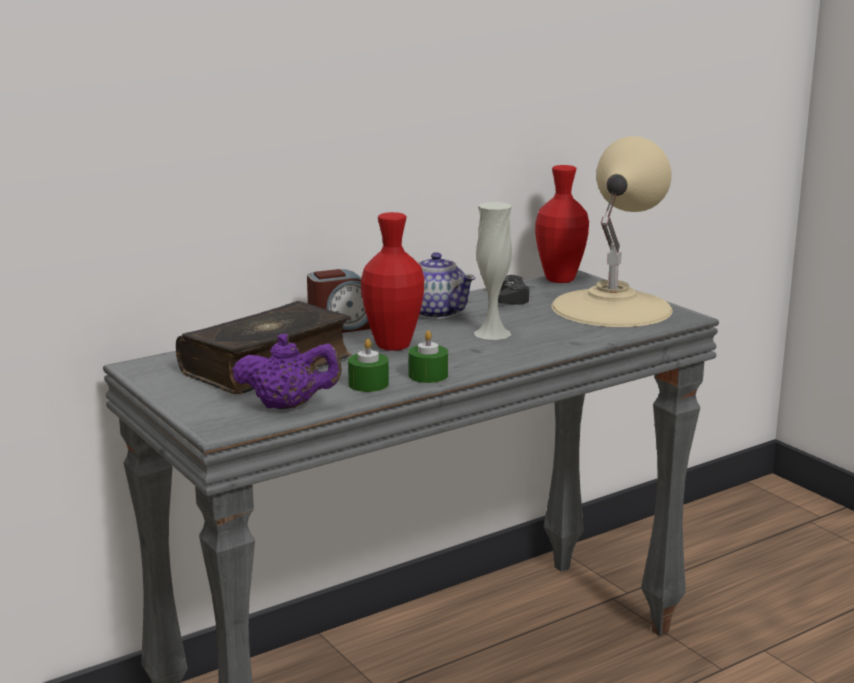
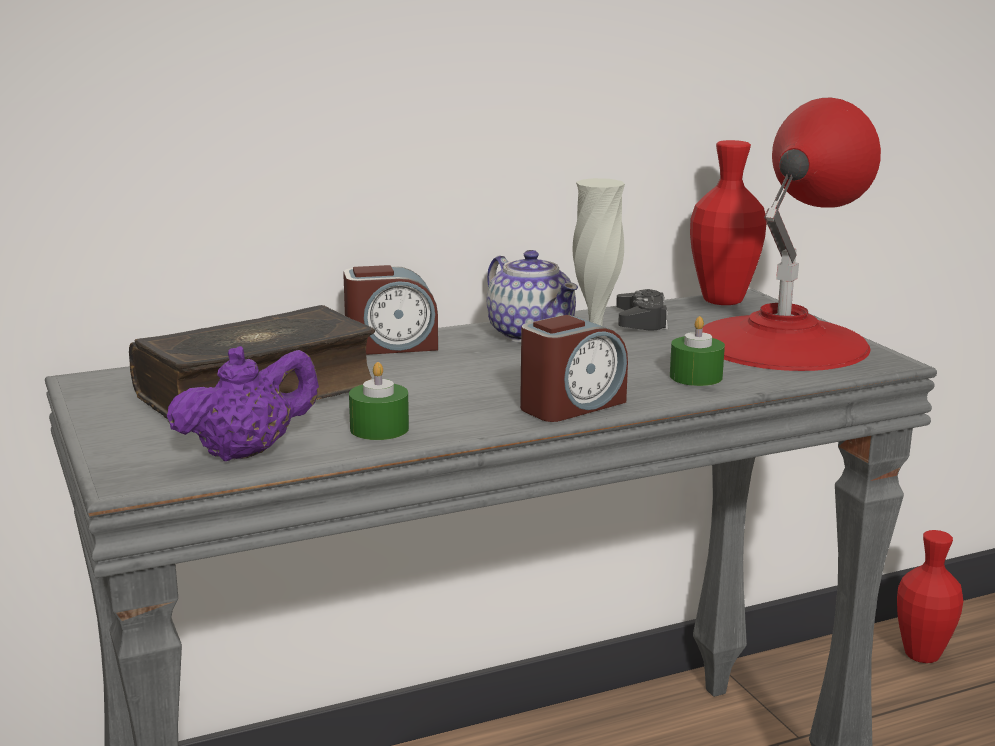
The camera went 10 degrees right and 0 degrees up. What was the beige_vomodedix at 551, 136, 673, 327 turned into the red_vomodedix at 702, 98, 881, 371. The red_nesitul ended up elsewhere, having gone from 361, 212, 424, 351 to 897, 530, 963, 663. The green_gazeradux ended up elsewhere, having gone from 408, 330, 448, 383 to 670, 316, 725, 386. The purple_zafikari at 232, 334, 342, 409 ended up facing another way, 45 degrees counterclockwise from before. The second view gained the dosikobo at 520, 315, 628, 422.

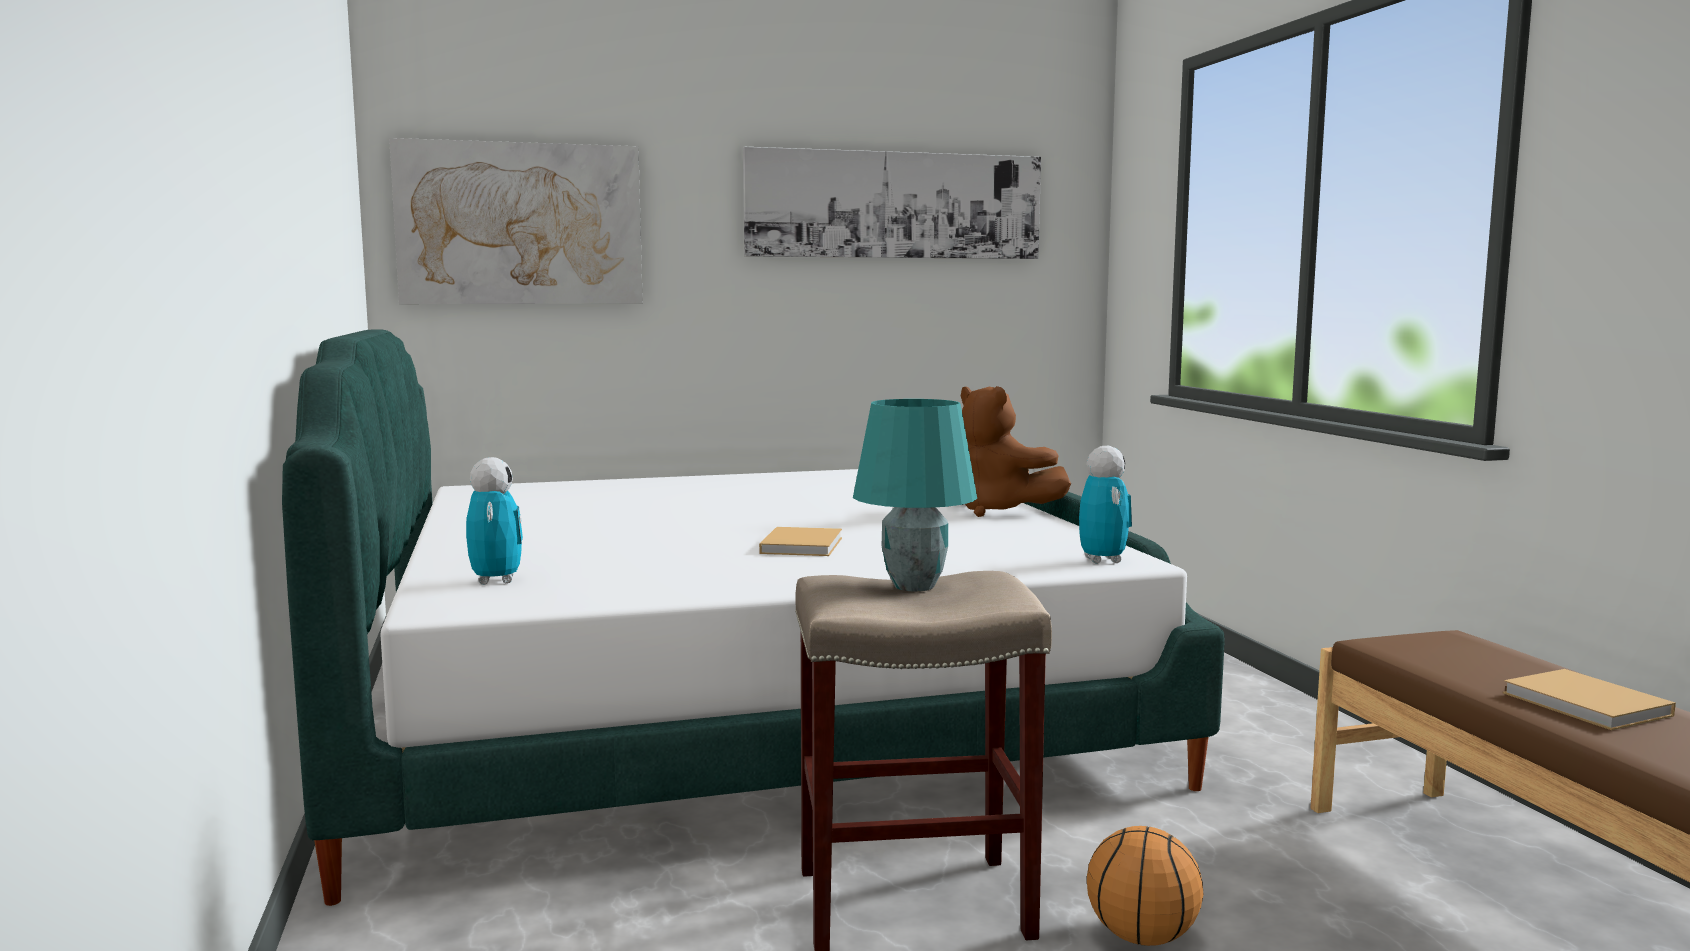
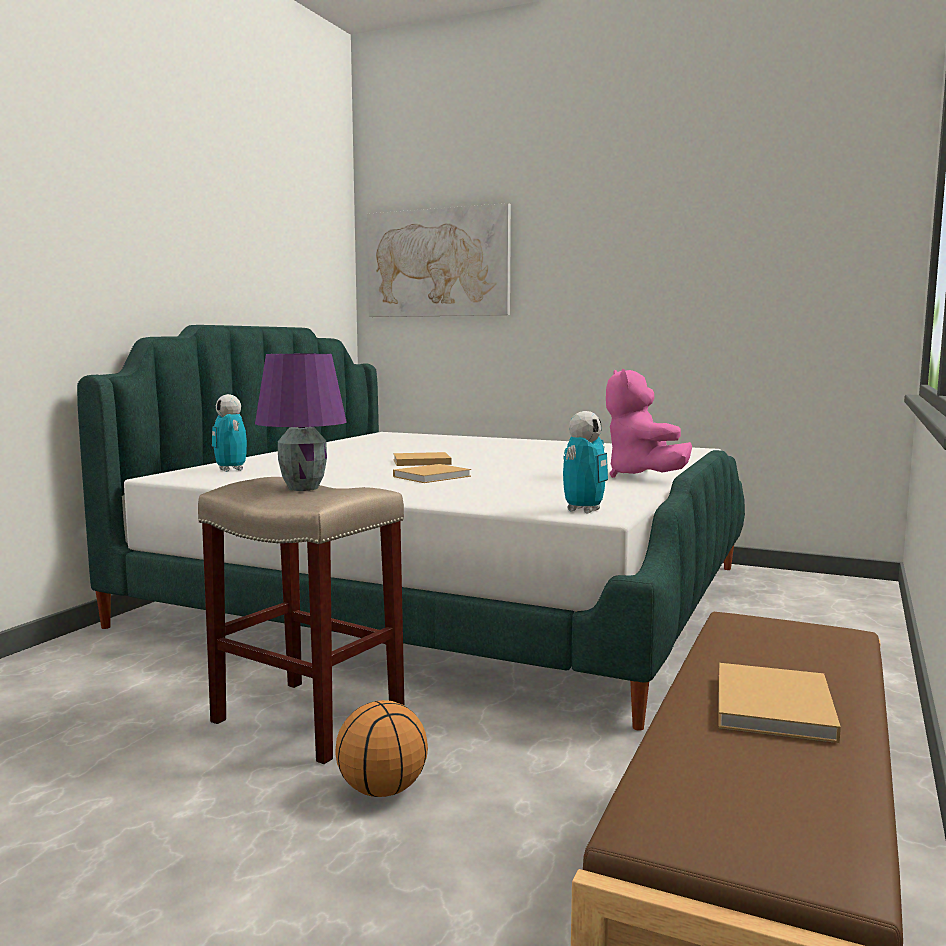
The camera went 40 degrees right and 0 degrees up. The second view lost the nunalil at 743, 147, 1041, 259. What was the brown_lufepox at 961, 386, 1071, 517 turned into the pink_lufepox at 606, 369, 692, 478. What was the turquoise_vomodedix at 853, 399, 977, 592 turned into the purple_vomodedix at 255, 354, 347, 491. The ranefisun at 466, 457, 523, 585 ended up facing another way, 120 degrees clockwise from before. The second view gained the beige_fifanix at 393, 452, 452, 466.

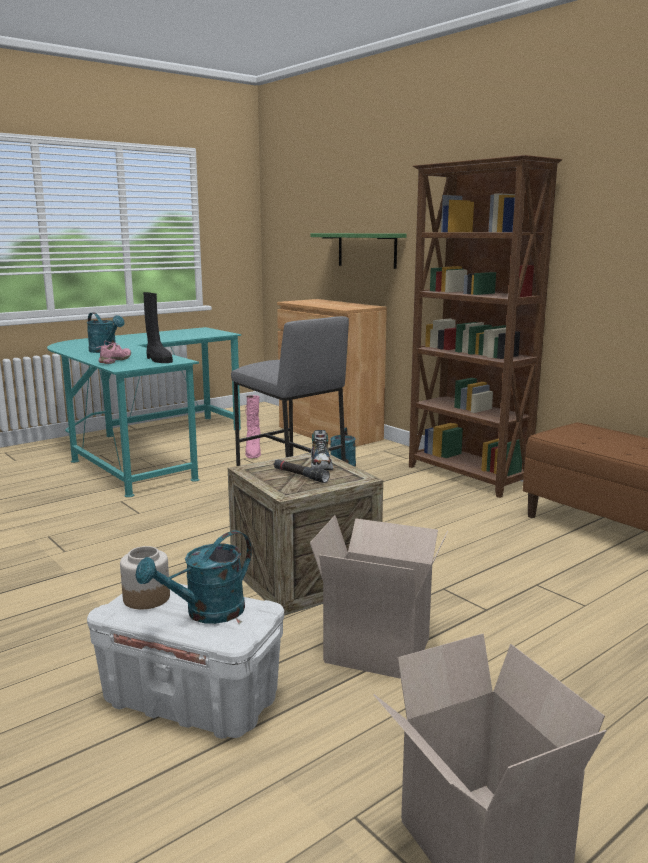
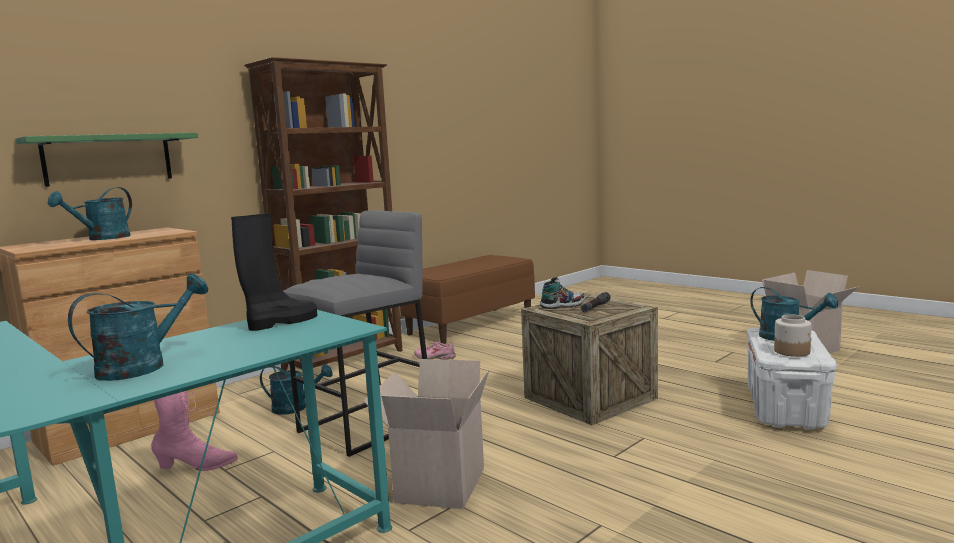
The camera went 95 degrees left and 5 degrees down. The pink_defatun ended up elsewhere, having gone from 99, 341, 131, 364 to 414, 341, 456, 360. The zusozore ended up elsewhere, having gone from 310, 515, 448, 679 to 363, 359, 490, 509. The second view gained the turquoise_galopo at 48, 187, 132, 240.

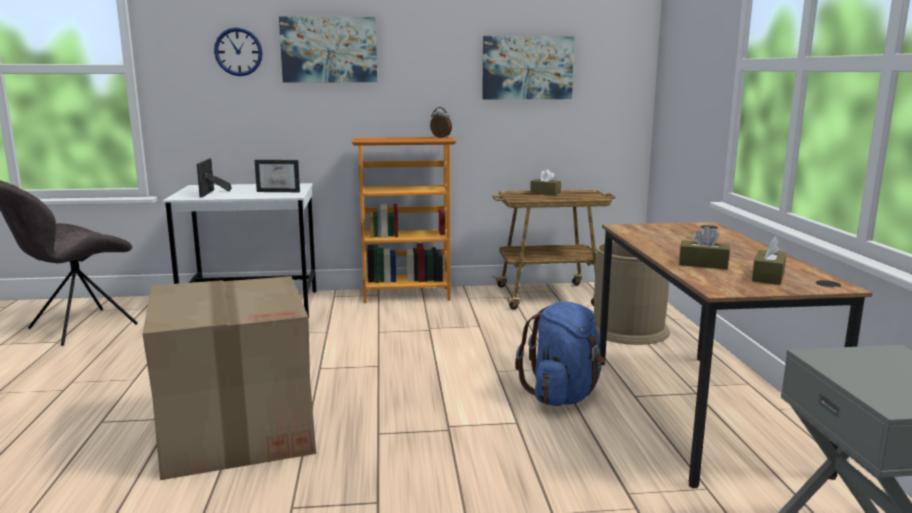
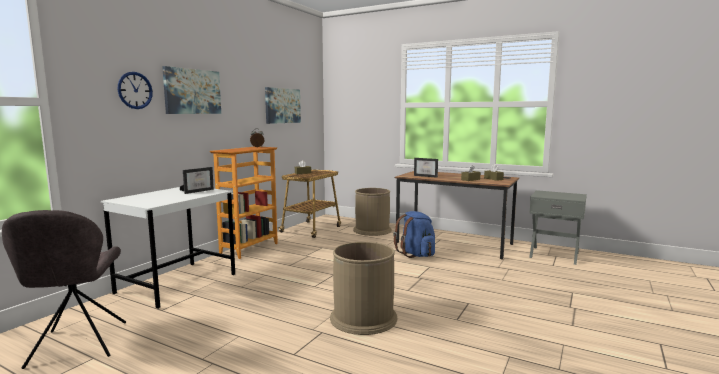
The camera went 55 degrees left and 5 degrees down. The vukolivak ended up elsewhere, having gone from 197, 159, 232, 198 to 414, 158, 438, 178. Where the zusozore stood at 143, 276, 316, 480, the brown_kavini came to stand at 330, 242, 398, 335.

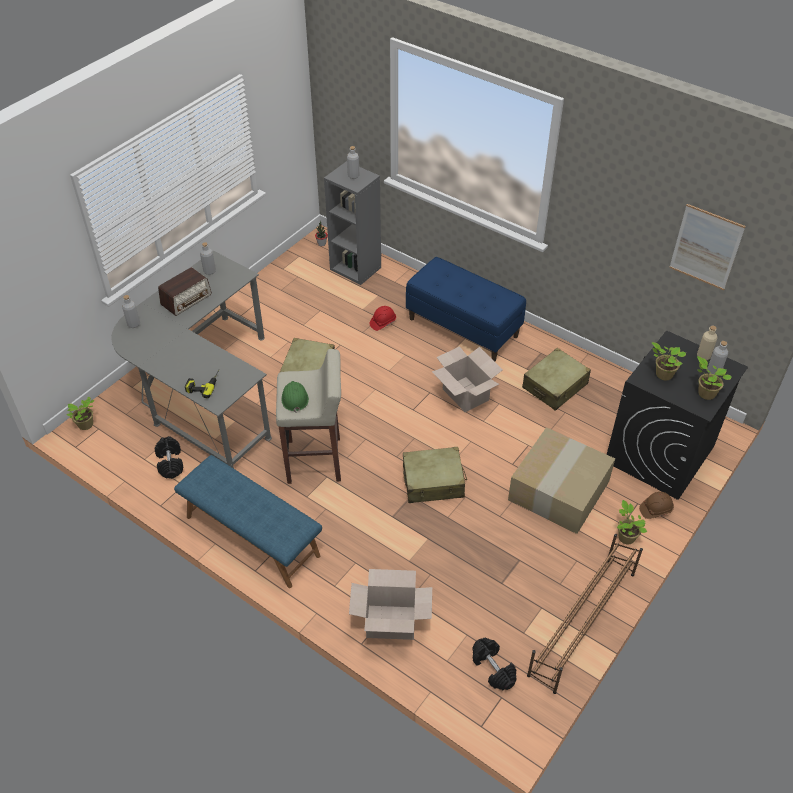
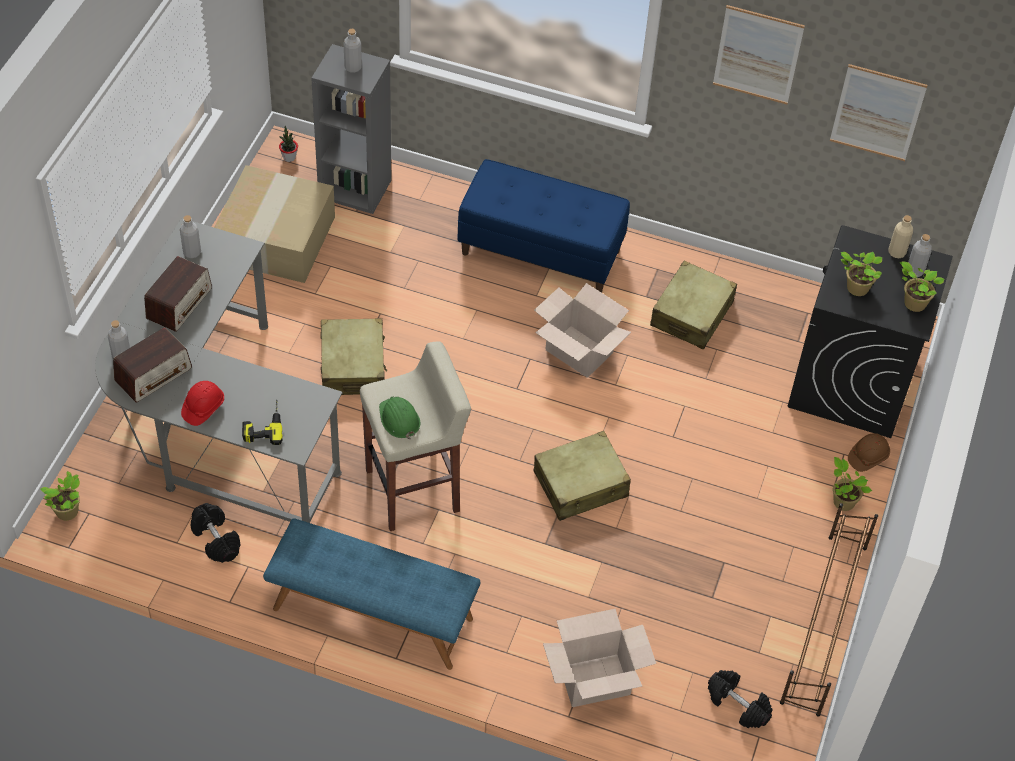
The camera went 20 degrees left and 5 degrees up. The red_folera ended up elsewhere, having gone from 370, 306, 396, 331 to 181, 381, 224, 426. The zusozore ended up elsewhere, having gone from 508, 427, 615, 534 to 214, 165, 335, 283. The second view gained the nunalil at 713, 5, 805, 104. The second view gained the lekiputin at 113, 328, 192, 402.

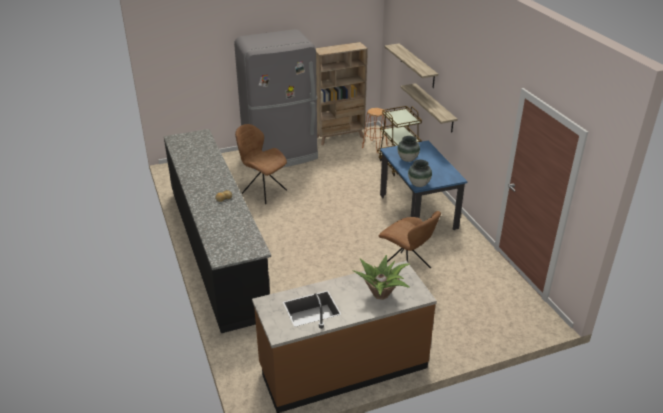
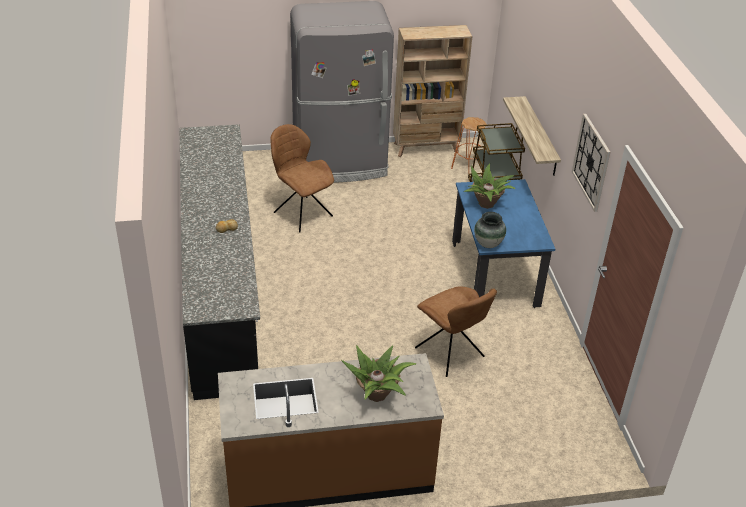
The camera went 10 degrees right and 5 degrees up. The second view lost the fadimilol at 385, 43, 438, 88. Where the nesitul stood at 397, 136, 420, 162, the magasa came to stand at 464, 163, 516, 209. The second view gained the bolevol at 572, 114, 610, 212.

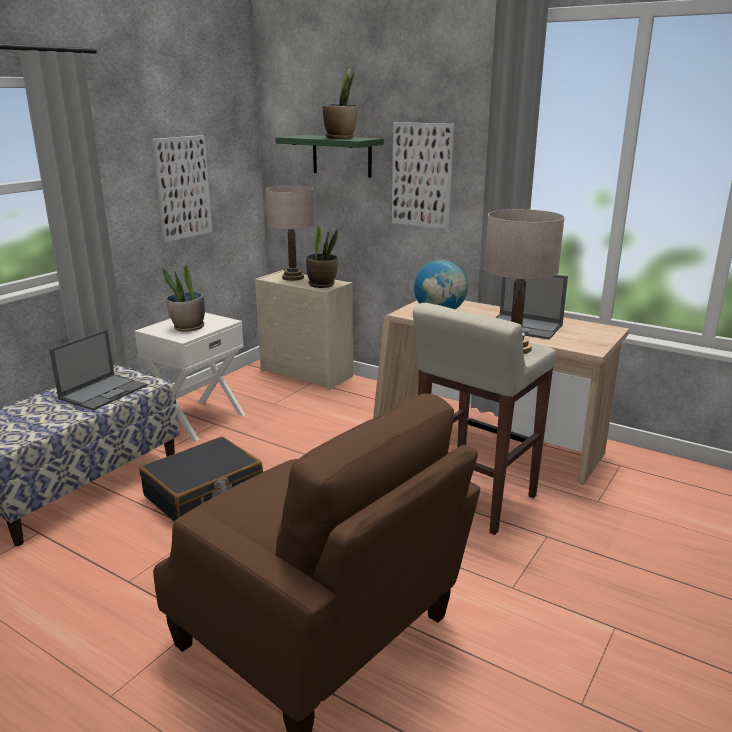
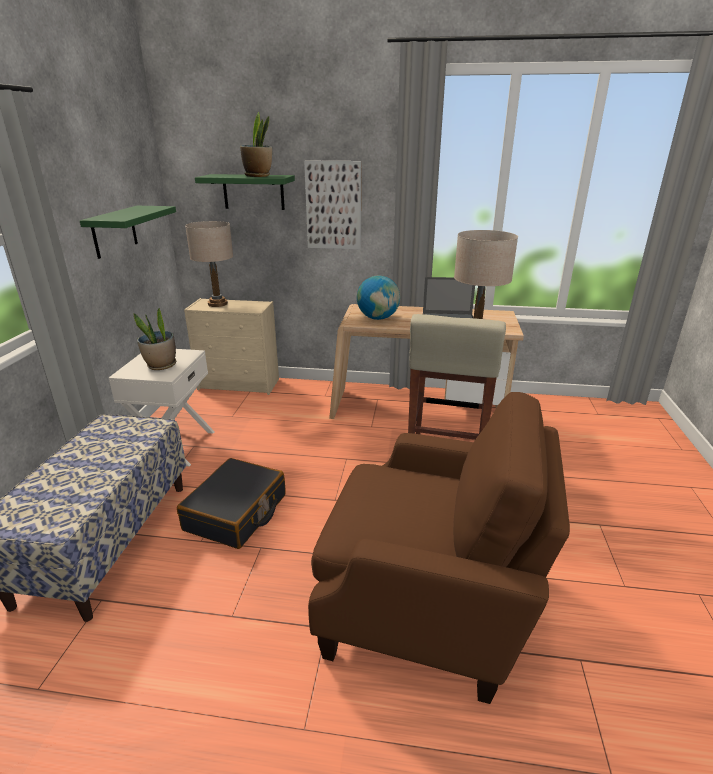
The camera went 25 degrees left and 5 degrees up. Where the nunalil hung at 151, 135, 213, 242, the green_fadimilol came to hang at 80, 206, 176, 259. The second view lost the magasa at 306, 223, 338, 288. The second view lost the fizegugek at 49, 329, 147, 411.

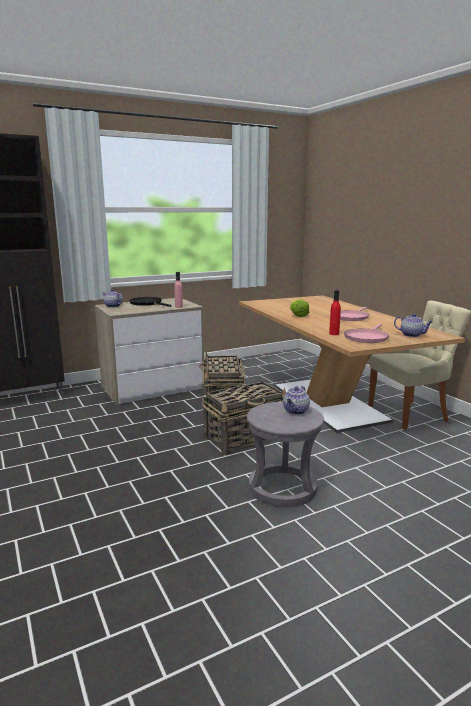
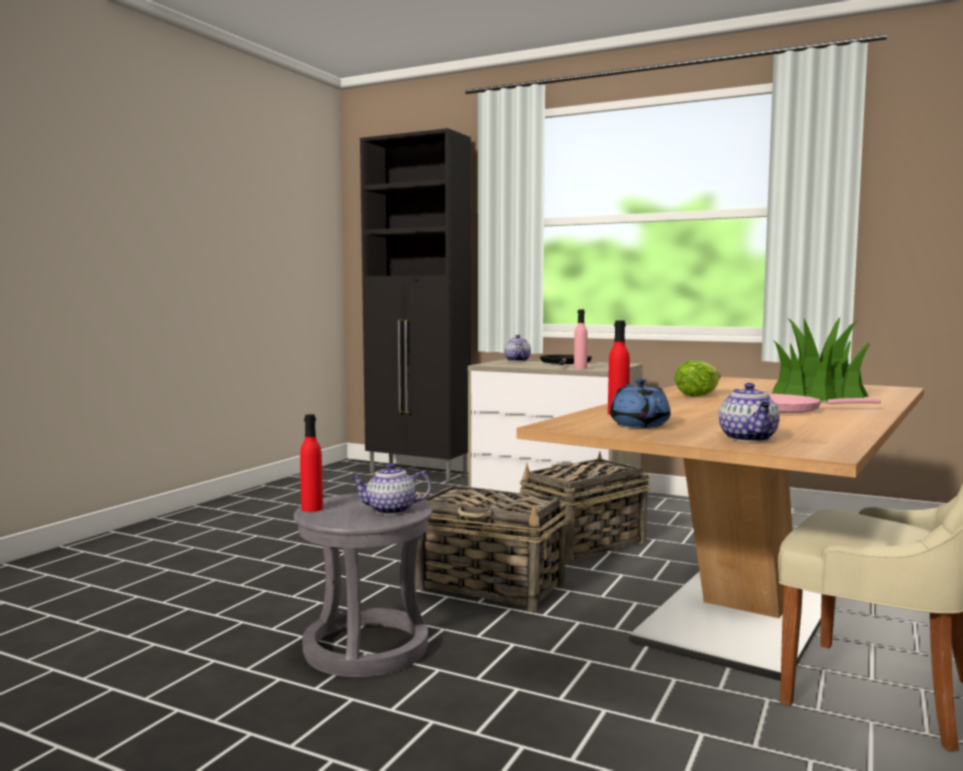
The camera went 55 degrees right and 10 degrees down. Where the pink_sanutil stood at 344, 323, 389, 343, the blue_zafikari came to stand at 610, 379, 671, 428. The second view gained the magasa at 772, 317, 870, 401. The second view gained the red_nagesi at 300, 414, 323, 512.

